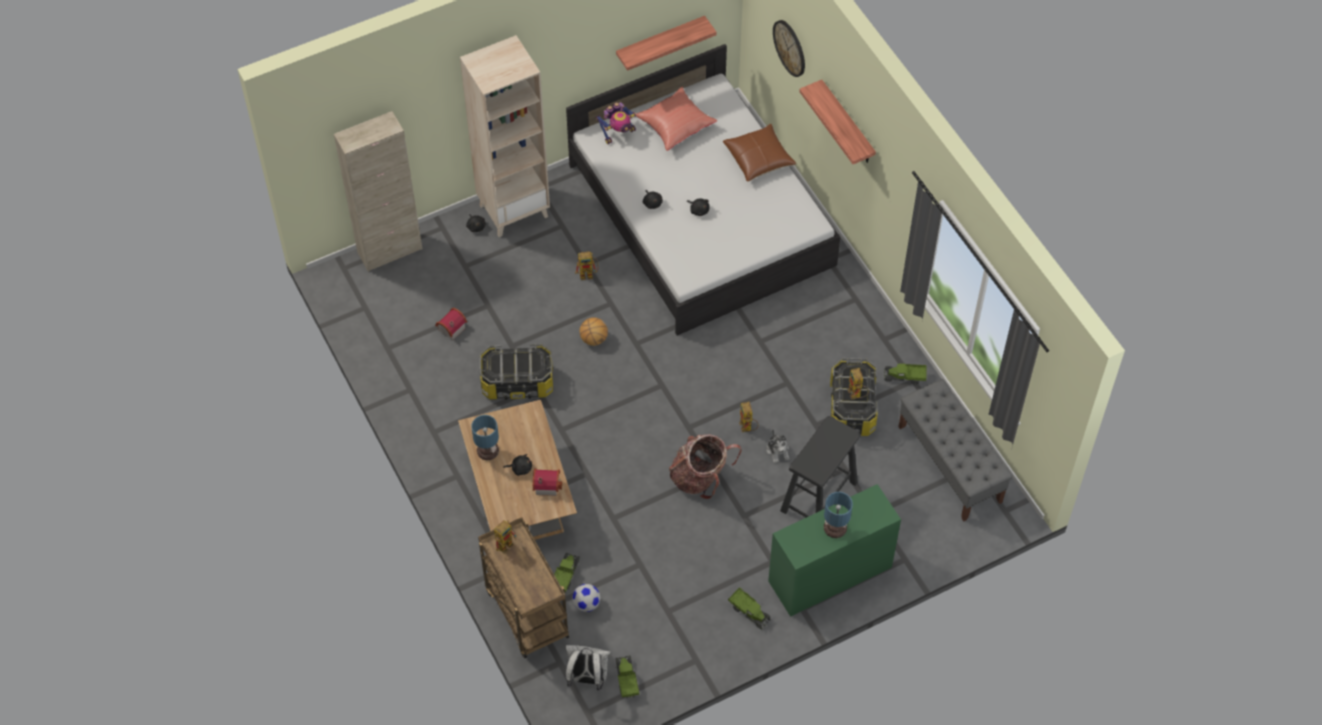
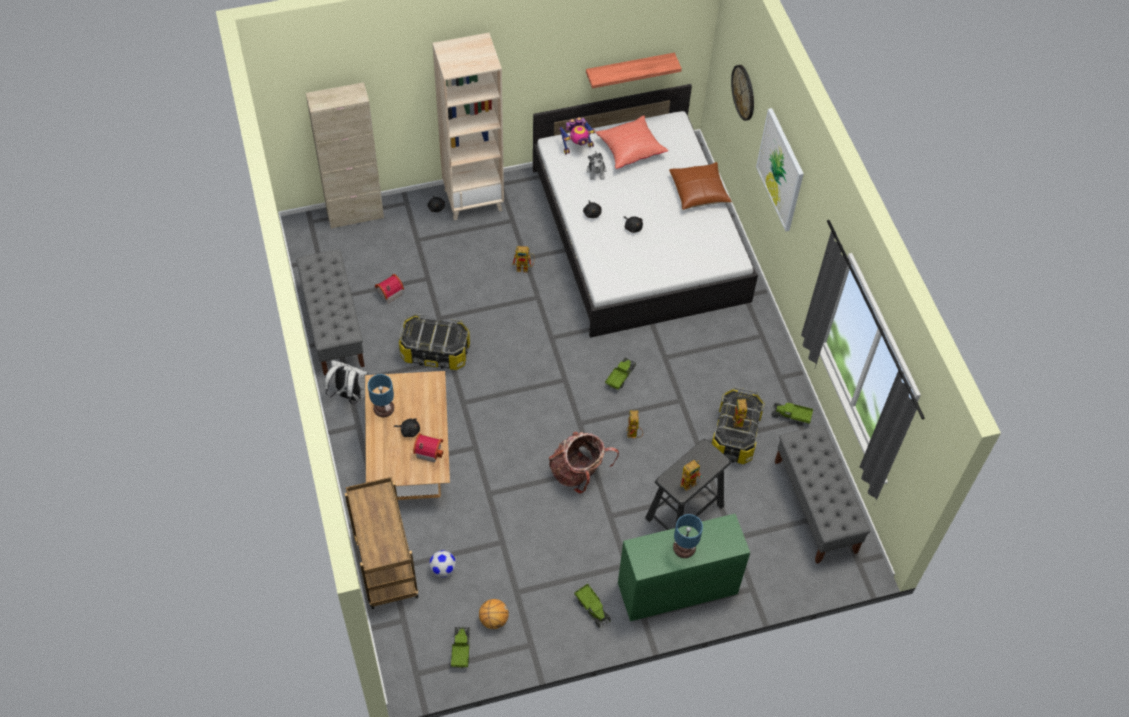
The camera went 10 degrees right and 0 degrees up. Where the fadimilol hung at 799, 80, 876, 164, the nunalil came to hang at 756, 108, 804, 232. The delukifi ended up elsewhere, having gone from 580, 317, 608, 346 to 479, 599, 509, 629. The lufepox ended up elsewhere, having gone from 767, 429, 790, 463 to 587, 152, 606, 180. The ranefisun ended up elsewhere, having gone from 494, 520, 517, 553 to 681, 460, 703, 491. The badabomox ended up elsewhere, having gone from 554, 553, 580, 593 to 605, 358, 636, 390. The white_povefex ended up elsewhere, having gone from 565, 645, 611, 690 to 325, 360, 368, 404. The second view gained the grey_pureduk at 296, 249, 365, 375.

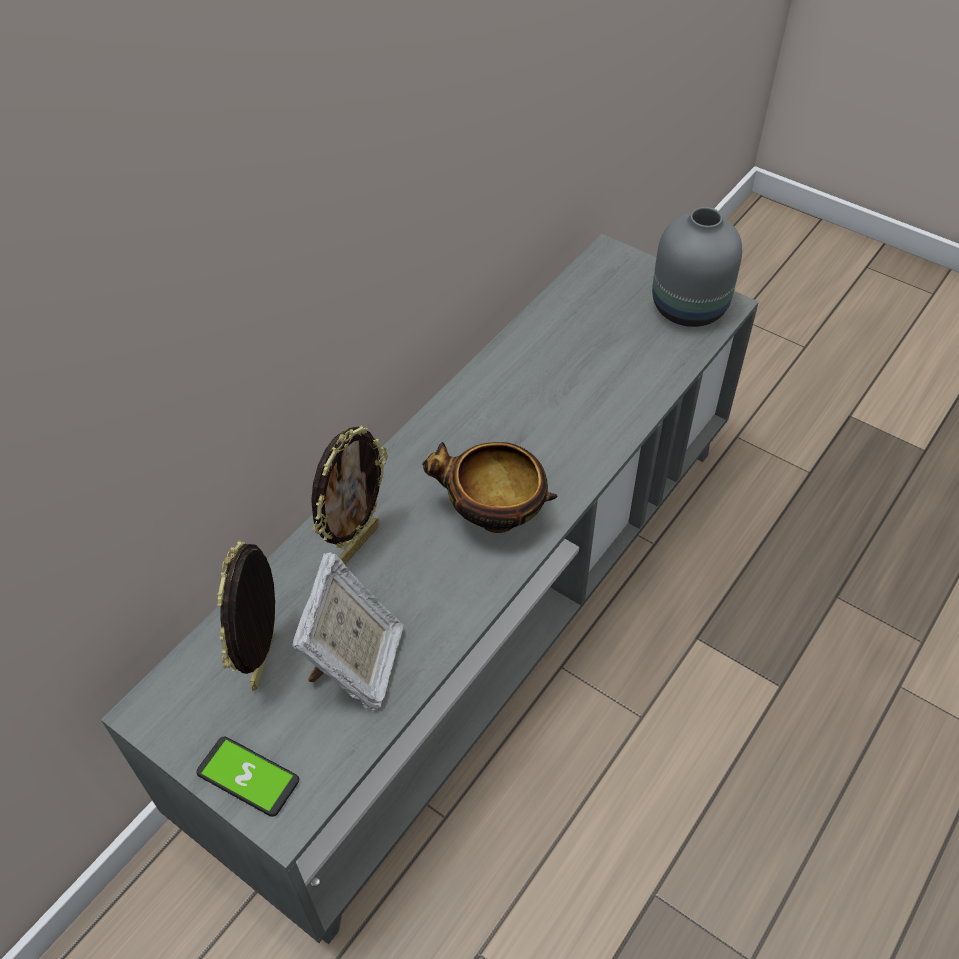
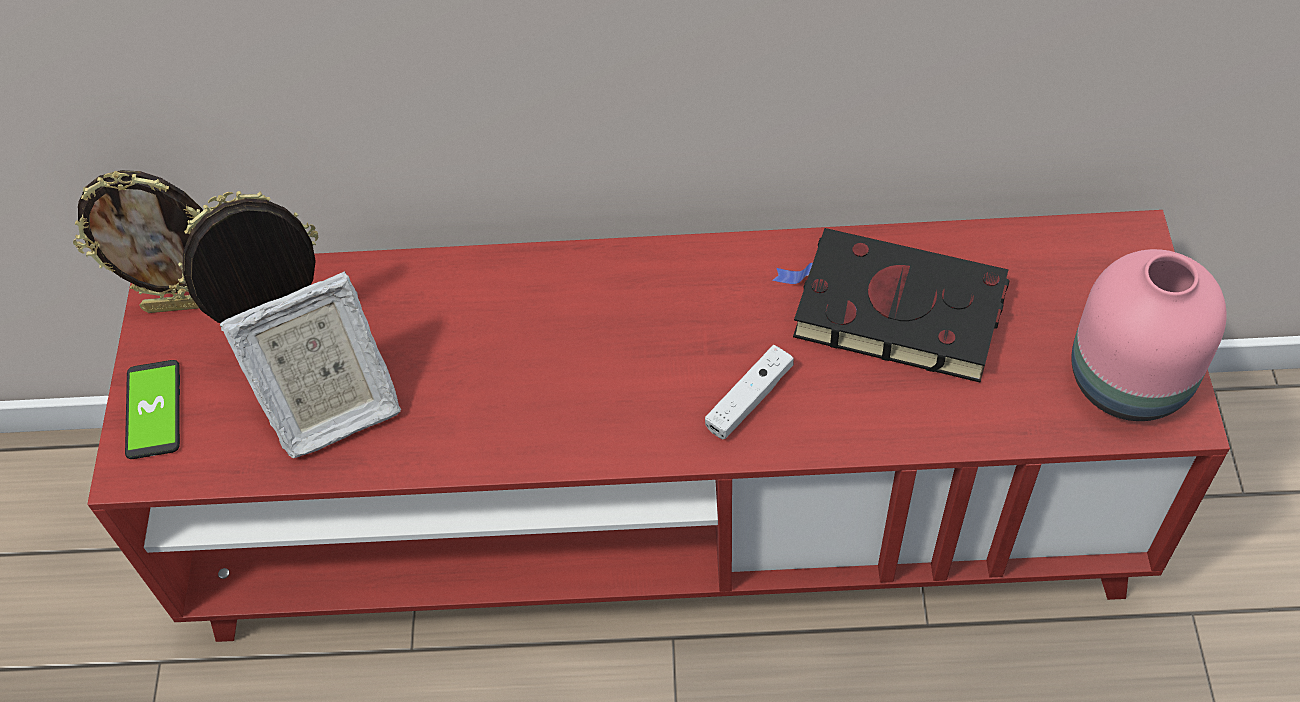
The camera went 55 degrees right and 5 degrees up. What was the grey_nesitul at 652, 207, 742, 327 turned into the pink_nesitul at 1071, 249, 1227, 421. What was the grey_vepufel at 101, 234, 759, 944 turned into the red_vepufel at 87, 210, 1230, 642. The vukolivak ended up elsewhere, having gone from 311, 425, 388, 564 to 73, 170, 203, 313. The second view lost the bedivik at 422, 442, 558, 533. The second view gained the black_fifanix at 772, 228, 1009, 383. The second view gained the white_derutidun at 705, 345, 794, 439.

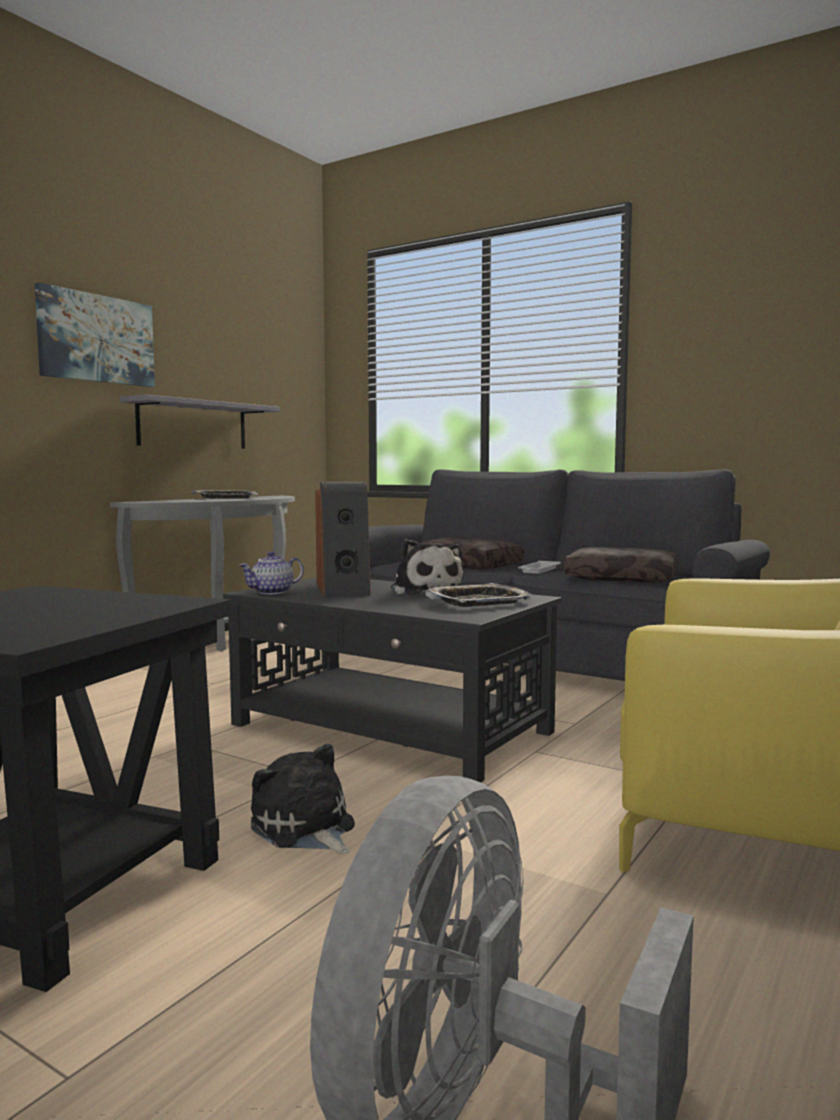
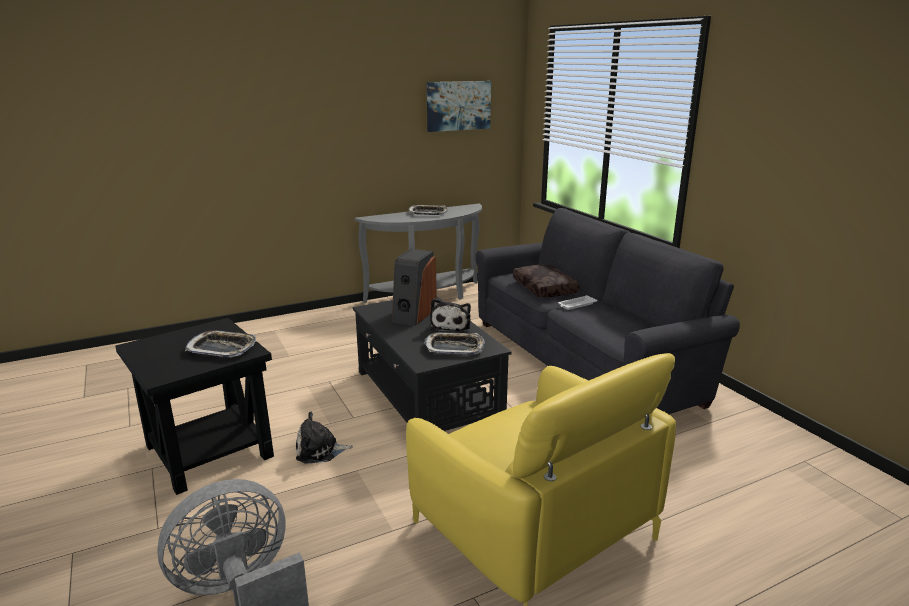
The camera went 30 degrees right and 15 degrees up. The nunalil ended up elsewhere, having gone from 35, 283, 155, 387 to 427, 81, 491, 132. The second view lost the grey_fadimilol at 120, 395, 280, 449. The second view lost the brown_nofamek at 564, 547, 678, 583. The second view lost the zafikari at 239, 552, 304, 594. The lufepox at 251, 744, 355, 854 ended up facing another way, 90 degrees counterclockwise from before. The second view gained the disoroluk at 185, 330, 256, 357.

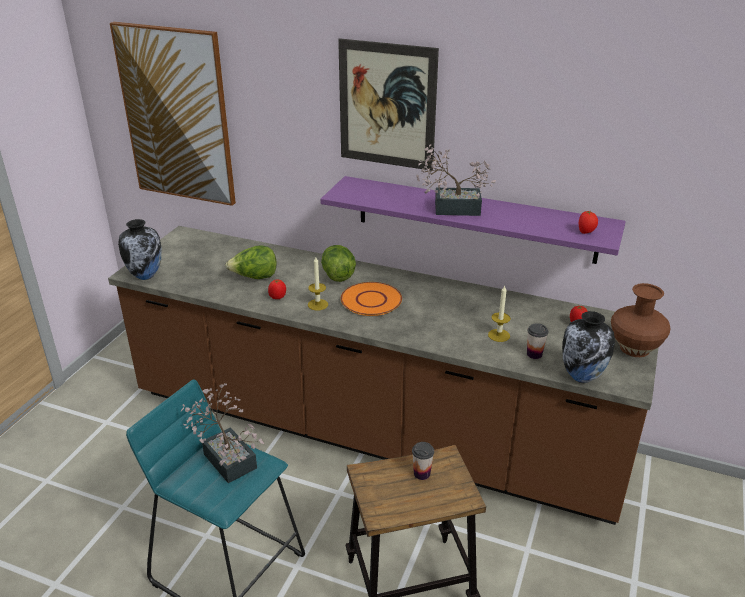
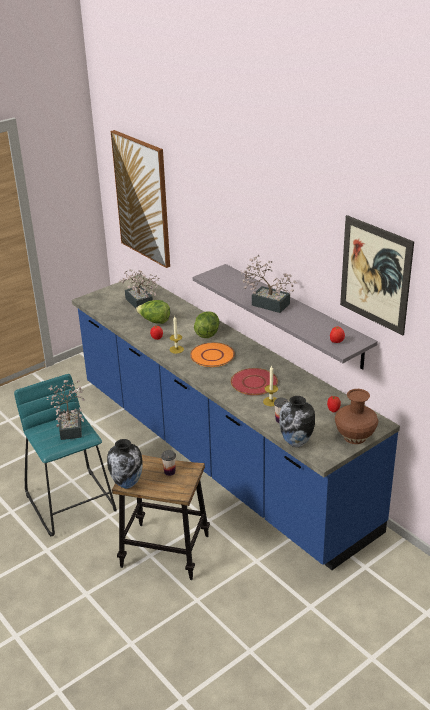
The camera went 30 degrees right and 0 degrees up. The nunalil ended up elsewhere, having gone from 338, 38, 439, 171 to 340, 215, 414, 336. What was the purple_fadimilol at 320, 176, 626, 264 turned into the grey_fadimilol at 193, 264, 378, 370. The nesitul ended up elsewhere, having gone from 118, 219, 161, 280 to 107, 439, 143, 489. What was the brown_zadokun at 108, 226, 659, 525 turned into the blue_zadokun at 72, 274, 400, 570. The second view gained the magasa at 119, 269, 160, 308. The second view gained the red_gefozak at 231, 368, 278, 395.

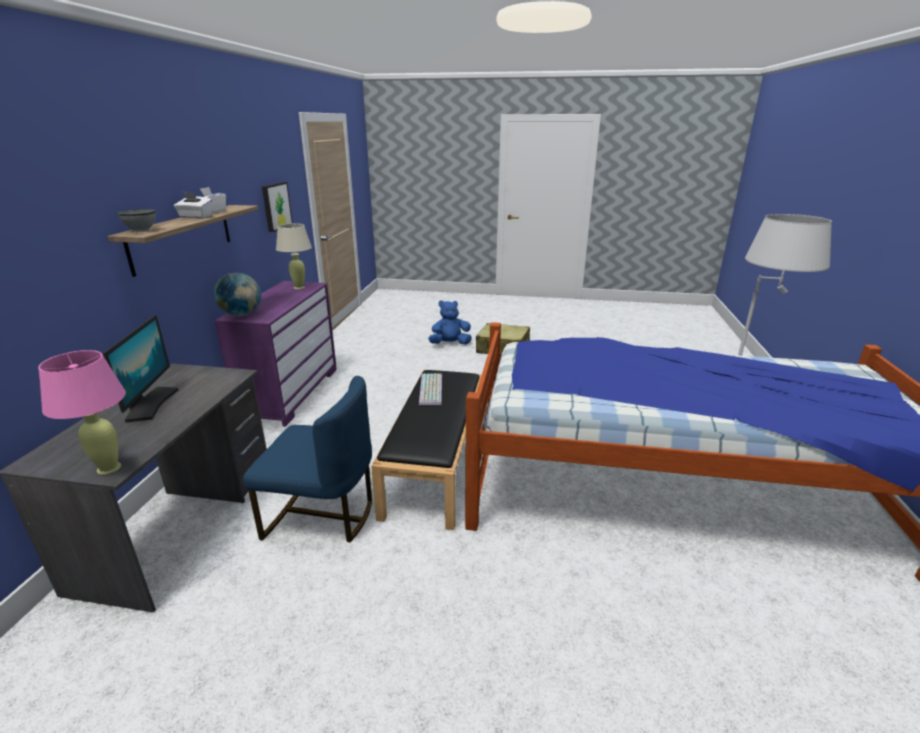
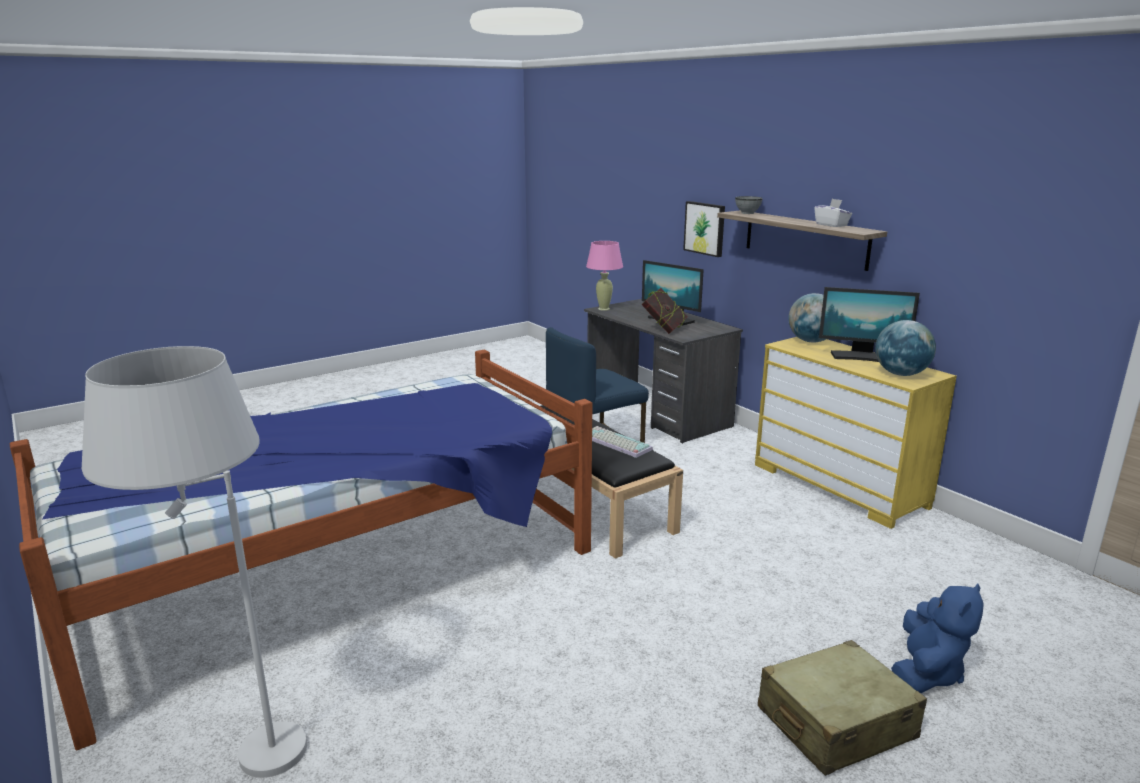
The camera went 135 degrees right and 5 degrees down. The nunalil ended up elsewhere, having gone from 262, 182, 293, 232 to 683, 201, 725, 257. The second view lost the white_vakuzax at 174, 192, 212, 219. Where the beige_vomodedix stood at 276, 223, 312, 289, the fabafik came to stand at 875, 320, 936, 376. What was the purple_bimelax at 215, 281, 337, 427 turned into the yellow_bimelax at 755, 337, 957, 529. The second view gained the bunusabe at 819, 287, 920, 362. The second view gained the fifanix at 641, 288, 688, 334.

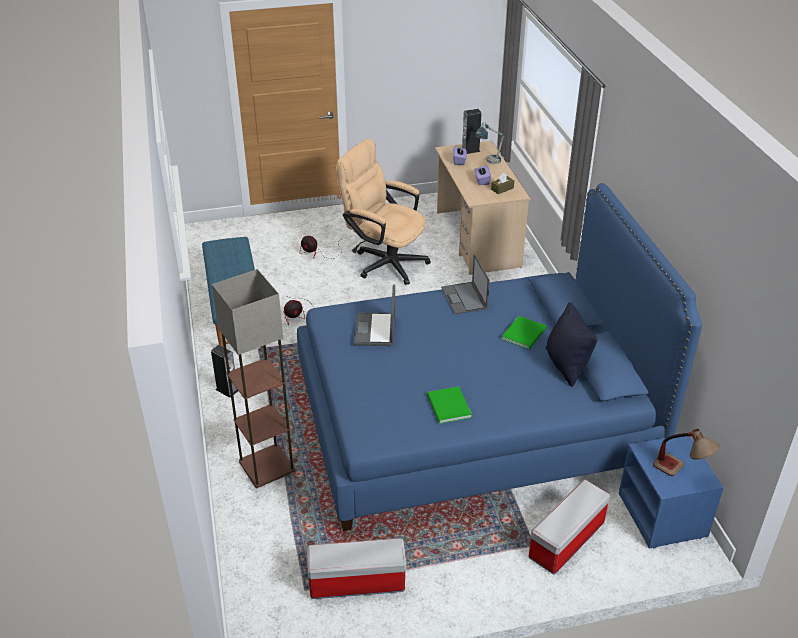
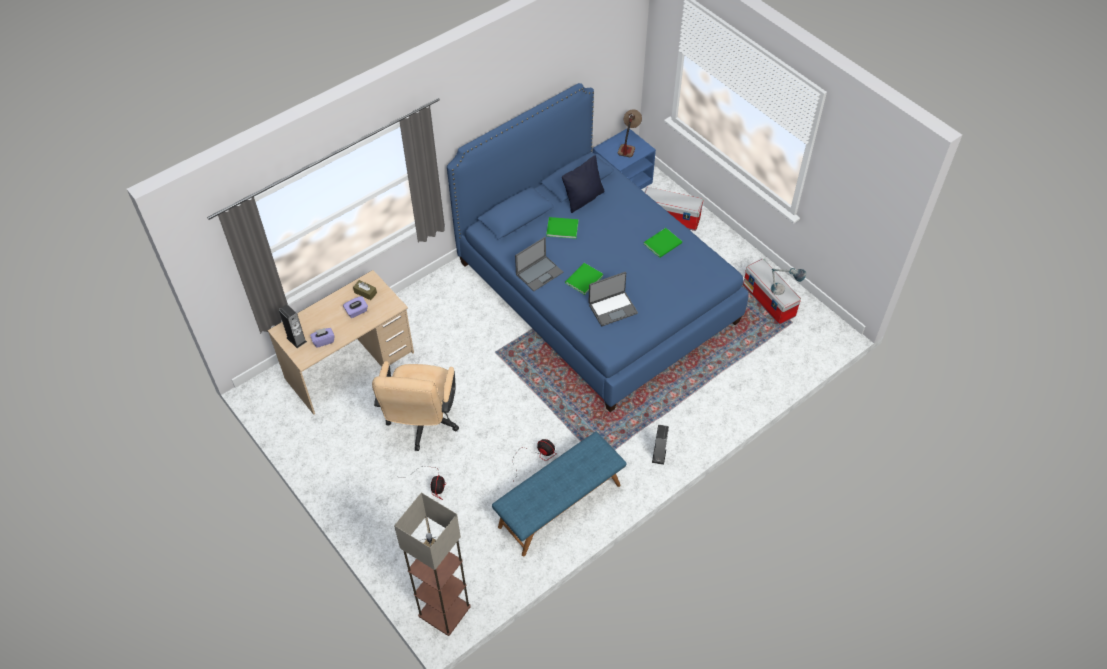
The camera went 115 degrees left and 15 degrees up. The vomodedix ended up elsewhere, having gone from 475, 122, 505, 164 to 771, 268, 806, 295. The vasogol ended up elsewhere, having gone from 212, 269, 295, 488 to 394, 492, 471, 636. The second view gained the green_fifanix at 565, 263, 603, 295.

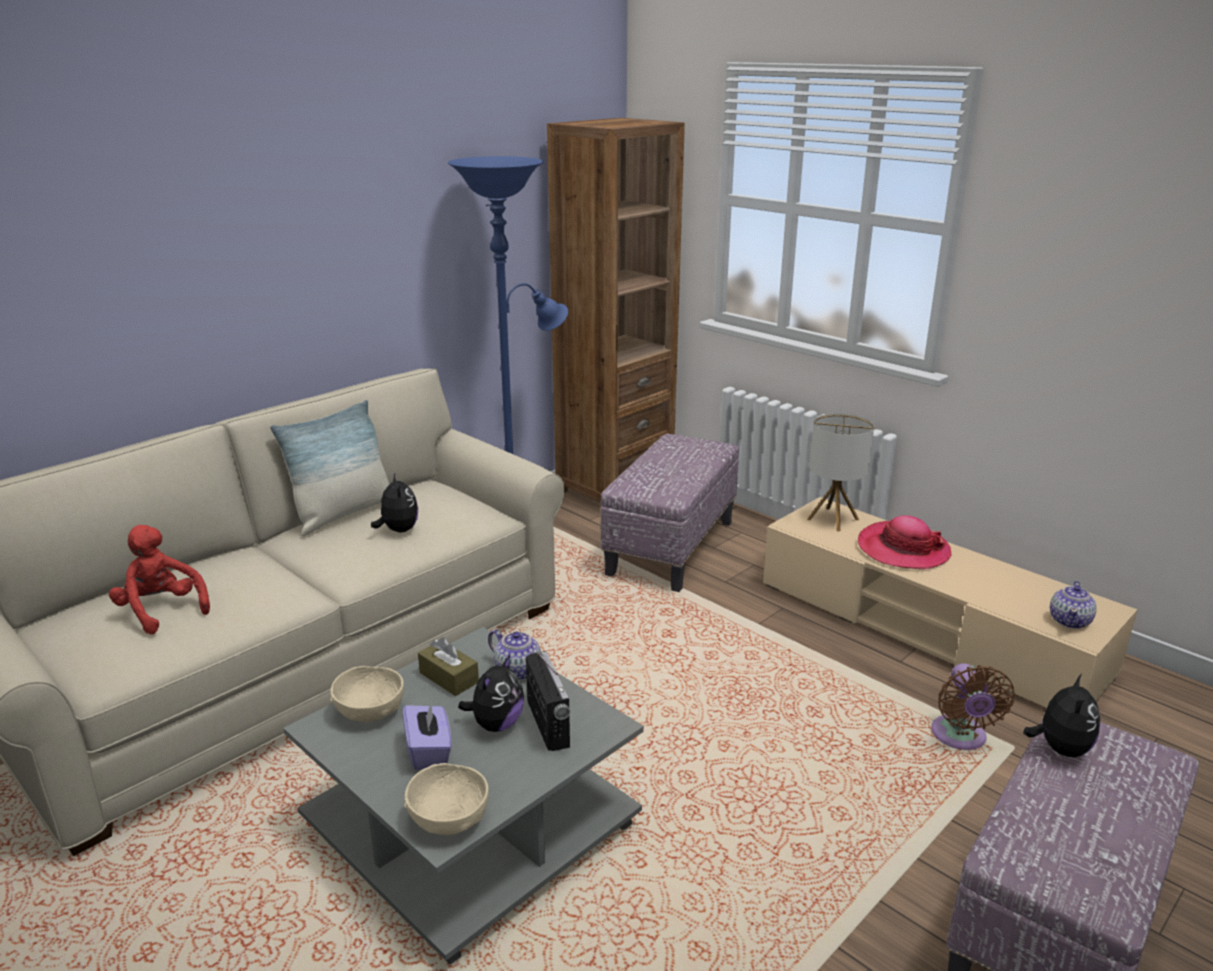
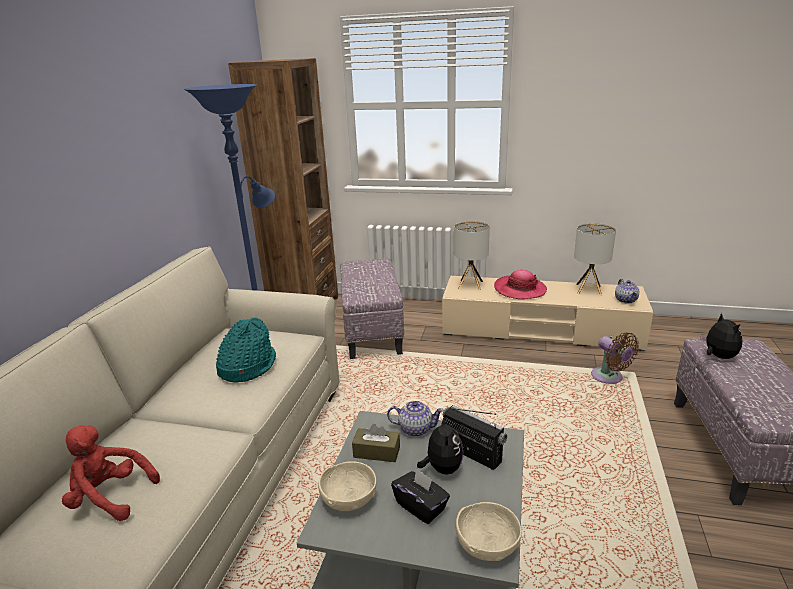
The camera went 30 degrees left and 0 degrees up. The second view lost the nofamek at 270, 400, 389, 536. Where the lufepox stood at 371, 474, 418, 532, the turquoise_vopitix came to stand at 216, 317, 276, 383. What was the purple_vakuzax at 403, 700, 451, 770 turned into the black_vakuzax at 391, 468, 450, 524. The second view gained the vomodedix at 574, 223, 616, 295.

